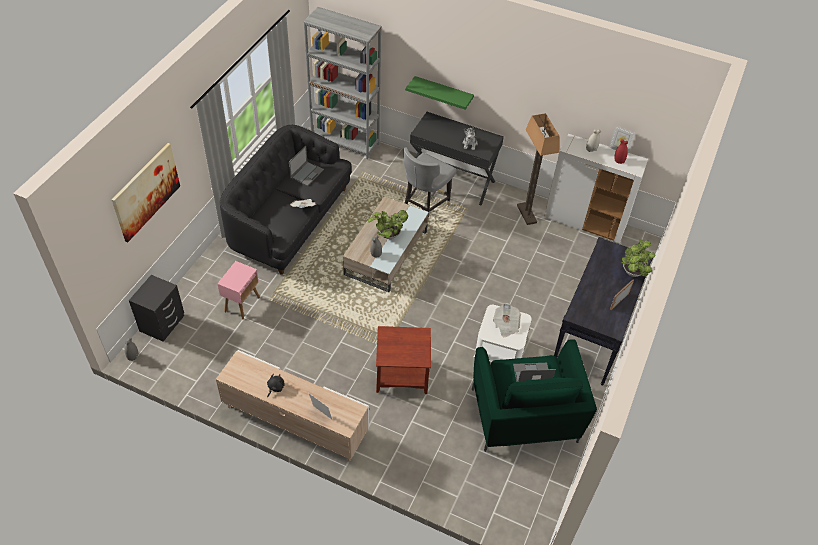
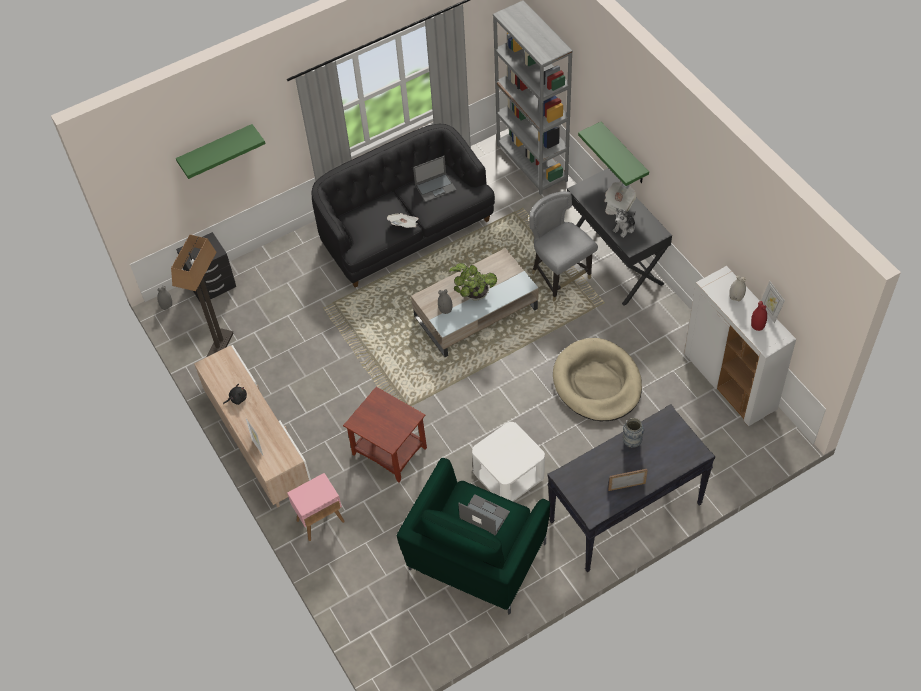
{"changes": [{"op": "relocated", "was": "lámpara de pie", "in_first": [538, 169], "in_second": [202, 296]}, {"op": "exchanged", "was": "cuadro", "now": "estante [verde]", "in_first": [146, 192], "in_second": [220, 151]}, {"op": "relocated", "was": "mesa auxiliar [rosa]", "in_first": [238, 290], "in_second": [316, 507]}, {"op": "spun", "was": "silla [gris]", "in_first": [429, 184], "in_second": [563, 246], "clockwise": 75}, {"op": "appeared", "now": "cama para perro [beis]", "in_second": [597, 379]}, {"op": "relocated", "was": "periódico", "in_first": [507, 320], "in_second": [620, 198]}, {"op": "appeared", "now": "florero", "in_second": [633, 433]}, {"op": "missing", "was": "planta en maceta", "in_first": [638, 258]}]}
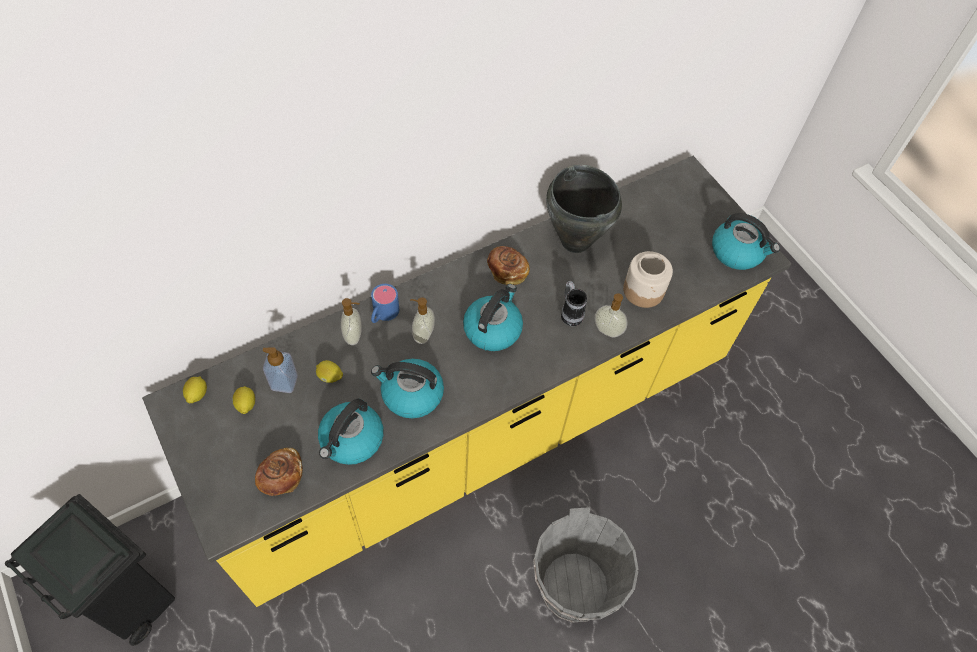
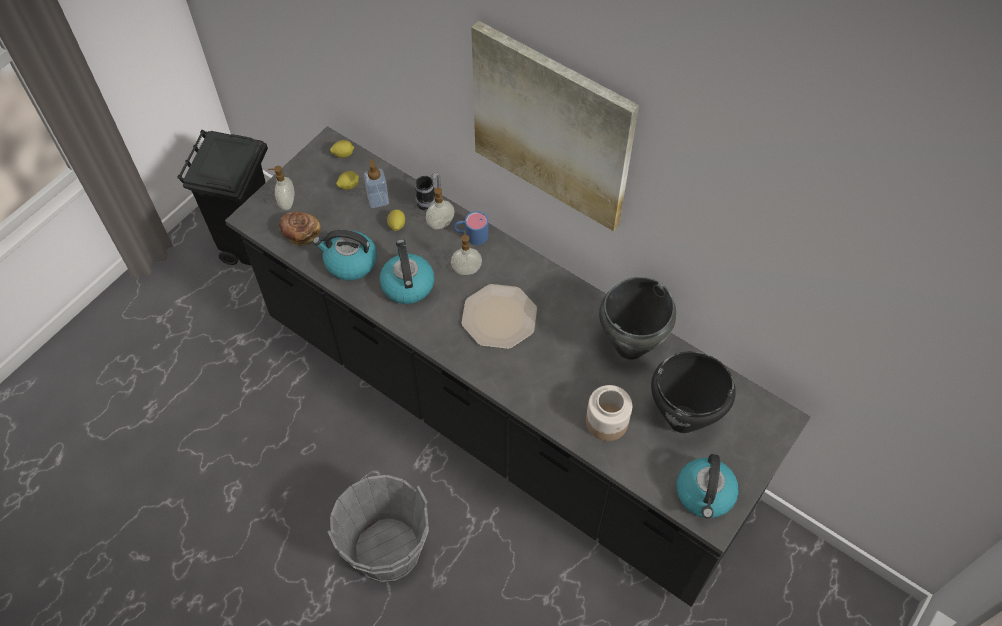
{"changes": [{"op": "colour", "was": "mueble bajo de cocina [amarillo]", "now": "mueble bajo de cocina [negro]", "in_first": [467, 381], "in_second": [517, 366]}, {"op": "relocated", "was": "dispensador de jabón", "in_first": [611, 315], "in_second": [281, 188]}, {"op": "relocated", "was": "taza grande", "in_first": [574, 303], "in_second": [428, 191]}, {"op": "exchanged", "was": "hervidor", "now": "plato", "in_first": [493, 317], "in_second": [499, 316]}, {"op": "appeared", "now": "cuadro", "in_second": [555, 126]}, {"op": "appeared", "now": "olla [negro]", "in_second": [693, 392]}, {"op": "missing", "was": "pan", "in_first": [508, 265]}]}
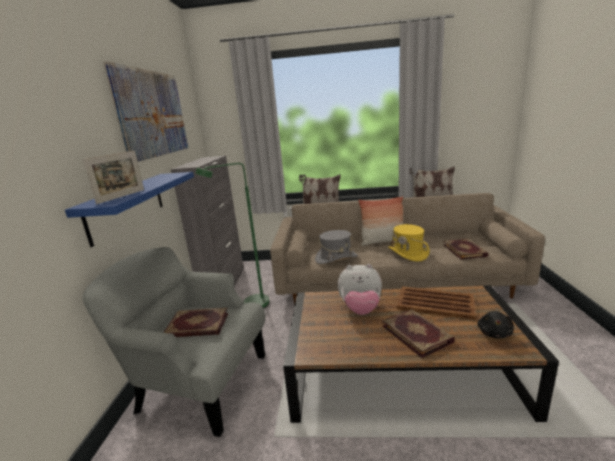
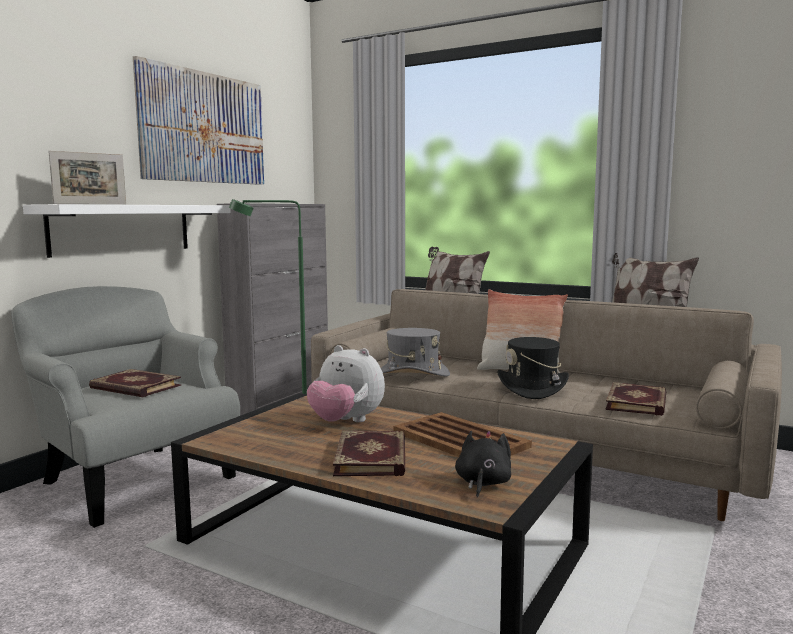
{"changes": [{"op": "colour", "was": "estante [azul]", "now": "estante [blanco]", "in_first": [129, 209], "in_second": [127, 231]}, {"op": "spun", "was": "peluche [negro]", "in_first": [495, 324], "in_second": [483, 464], "clockwise": 150}, {"op": "colour", "was": "sombrero [amarillo]", "now": "sombrero [negro]", "in_first": [408, 243], "in_second": [533, 368]}]}
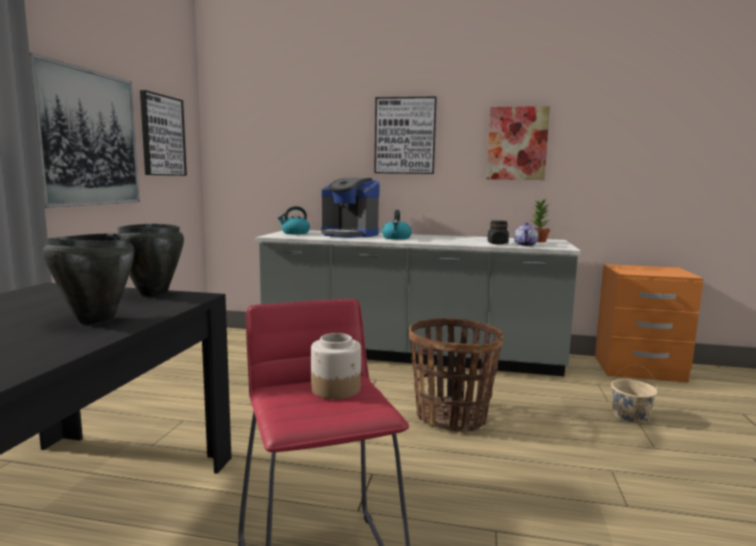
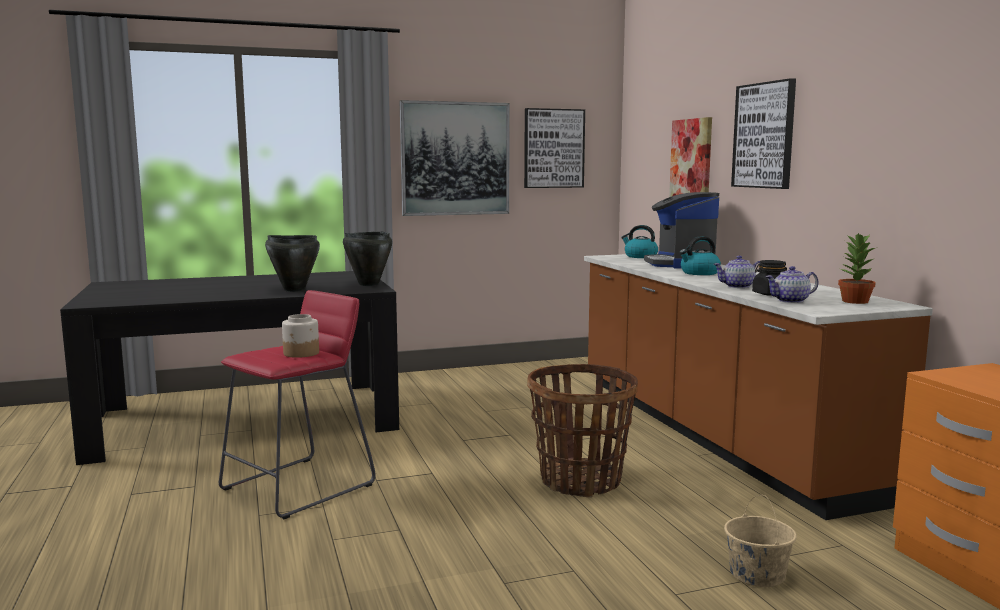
{"changes": [{"op": "colour", "was": "mueble bajo de cocina [gris]", "now": "mueble bajo de cocina [marrón]", "in_first": [418, 303], "in_second": [758, 386]}, {"op": "relocated", "was": "cuadro", "in_first": [518, 143], "in_second": [690, 157]}, {"op": "appeared", "now": "tetera", "in_second": [736, 271]}]}
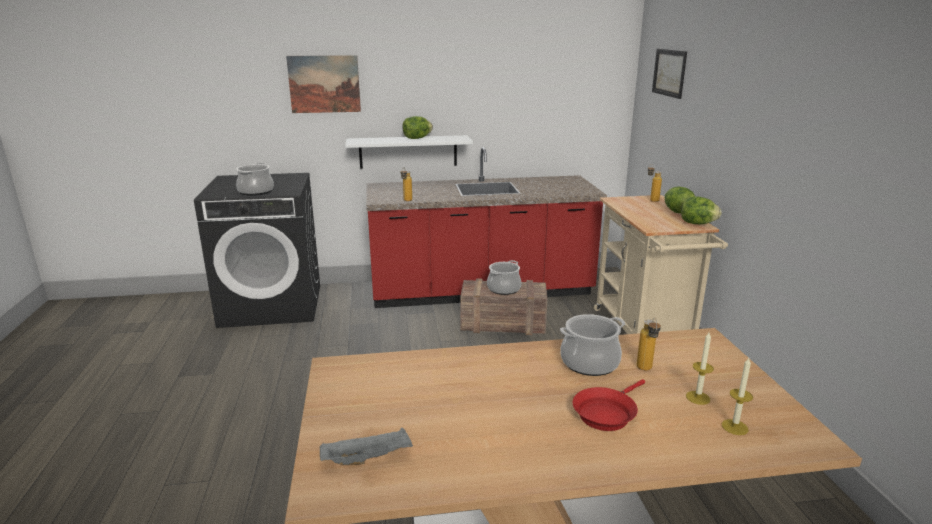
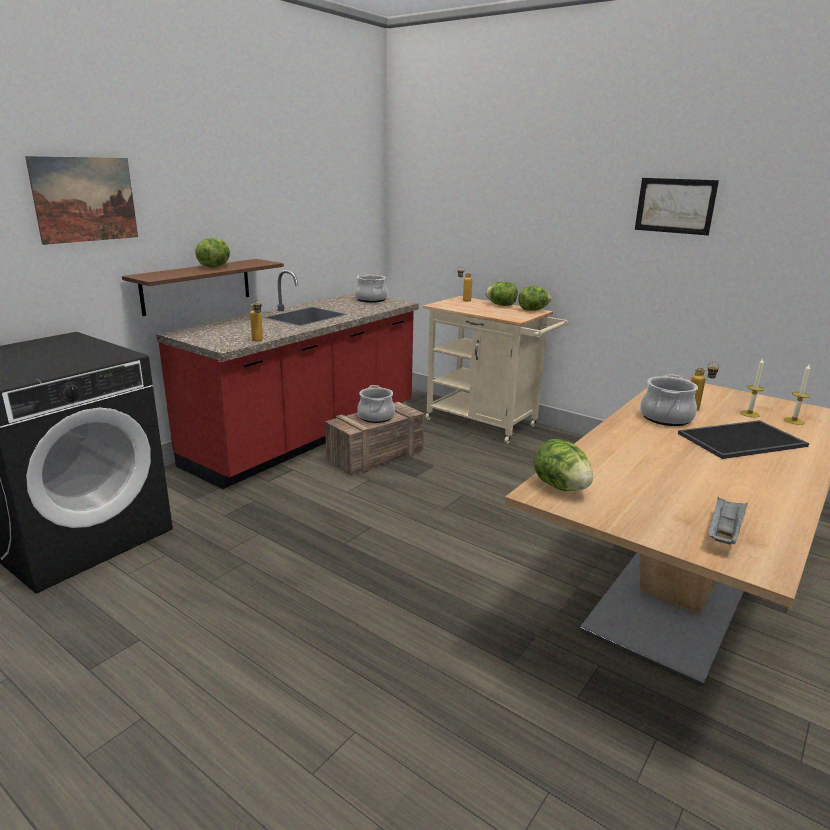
{"changes": [{"op": "colour", "was": "estante [blanco]", "now": "estante [marrón]", "in_first": [409, 152], "in_second": [203, 287]}, {"op": "relocated", "was": "olla", "in_first": [255, 179], "in_second": [371, 288]}, {"op": "appeared", "now": "lechuga", "in_second": [563, 465]}, {"op": "relocated", "was": "cuadro", "in_first": [669, 74], "in_second": [677, 206]}, {"op": "exchanged", "was": "sartén [rojo]", "now": "bandeja", "in_first": [609, 405], "in_second": [743, 439]}]}
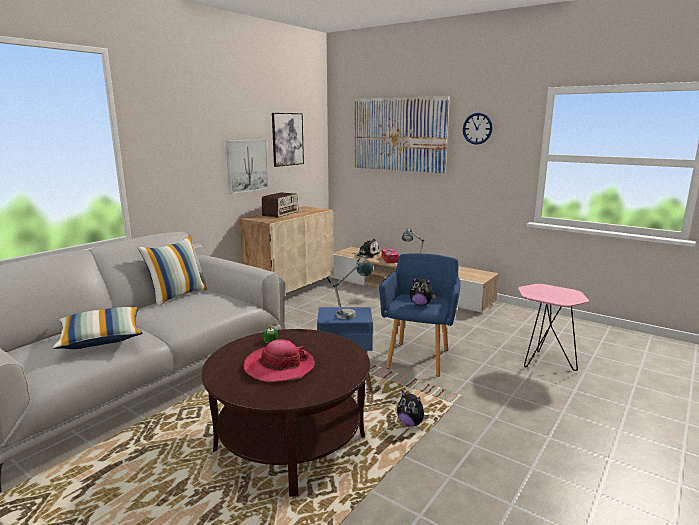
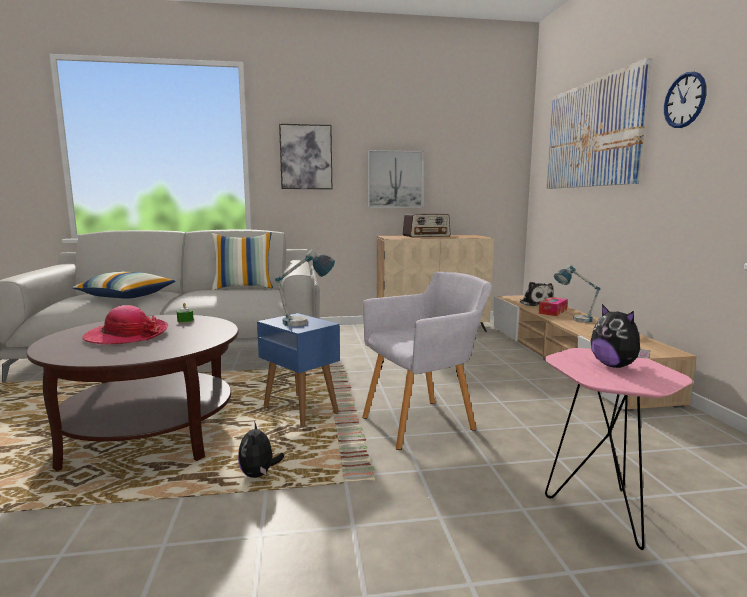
{"changes": [{"op": "relocated", "was": "cuadro", "in_first": [288, 140], "in_second": [305, 156]}, {"op": "colour", "was": "sillón [azul]", "now": "sillón [gris]", "in_first": [420, 315], "in_second": [427, 361]}, {"op": "relocated", "was": "peluche", "in_first": [423, 291], "in_second": [620, 336]}]}
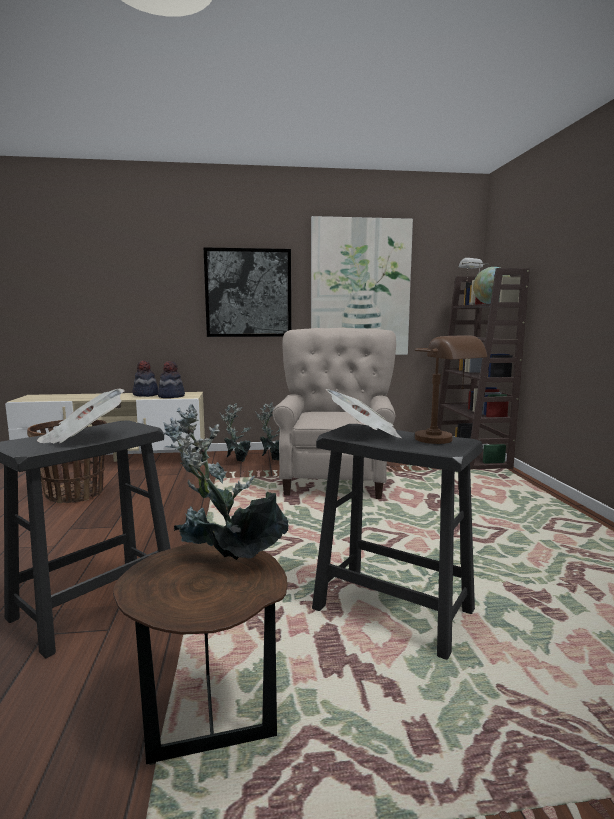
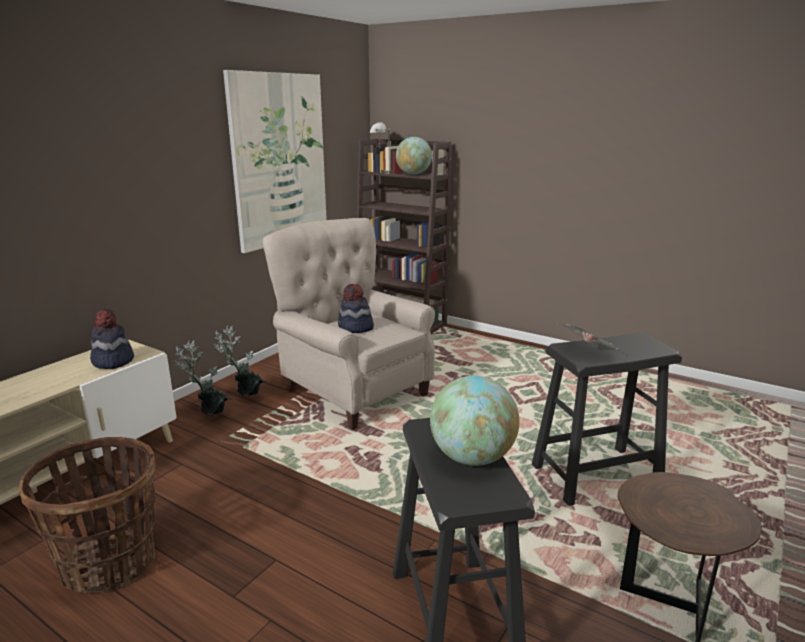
{"changes": [{"op": "relocated", "was": "sombrero", "in_first": [145, 378], "in_second": [356, 308]}, {"op": "exchanged", "was": "periódico", "now": "globo terráqueo", "in_first": [80, 416], "in_second": [474, 421]}, {"op": "missing", "was": "planta en maceta", "in_first": [225, 482]}, {"op": "missing", "was": "cuadro", "in_first": [247, 292]}, {"op": "missing", "was": "lámpara de mesa [marrón]", "in_first": [451, 389]}]}
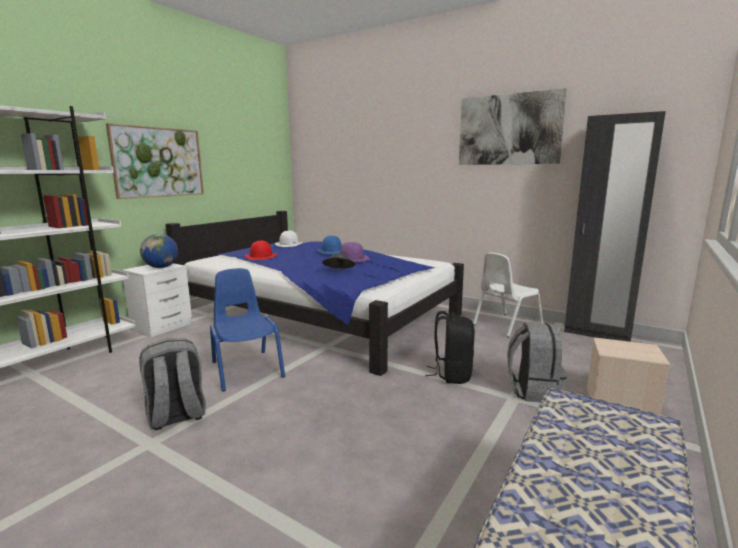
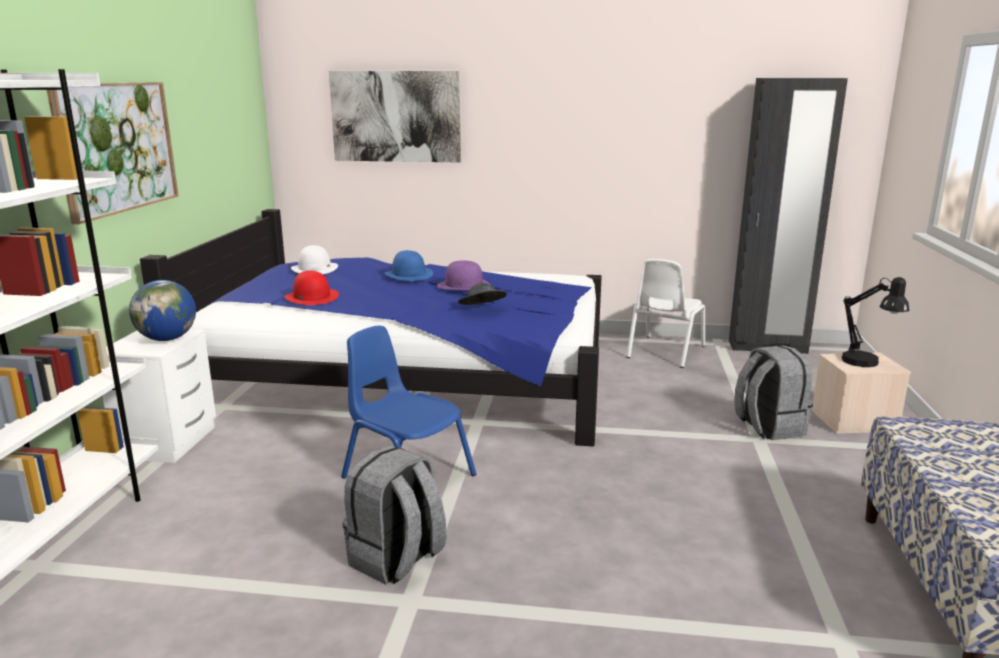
{"changes": [{"op": "relocated", "was": "cuadro", "in_first": [513, 126], "in_second": [395, 117]}, {"op": "appeared", "now": "lámpara de mesa [negro]", "in_second": [875, 322]}, {"op": "missing", "was": "mochila [negro]", "in_first": [450, 347]}]}
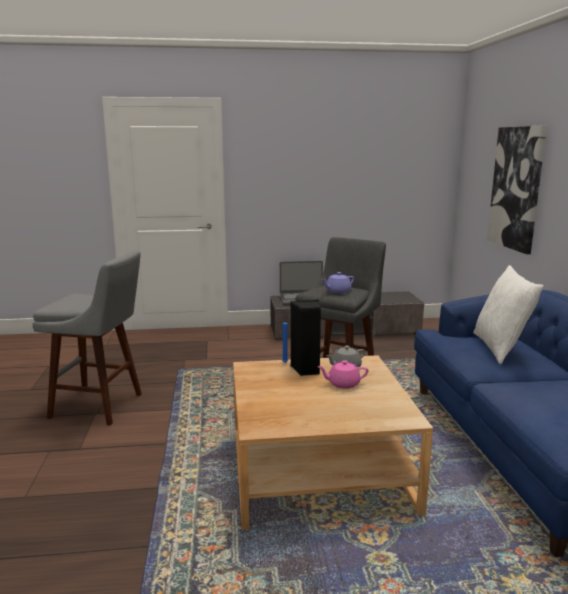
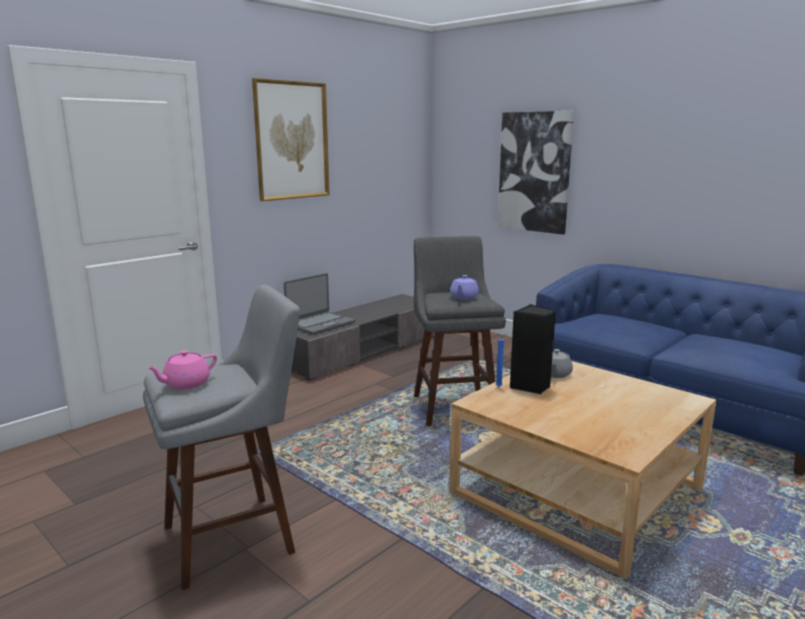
{"changes": [{"op": "relocated", "was": "tetera [rosa]", "in_first": [343, 374], "in_second": [182, 370]}, {"op": "appeared", "now": "cuadro", "in_second": [291, 139]}, {"op": "missing", "was": "cojín [blanco]", "in_first": [508, 314]}]}
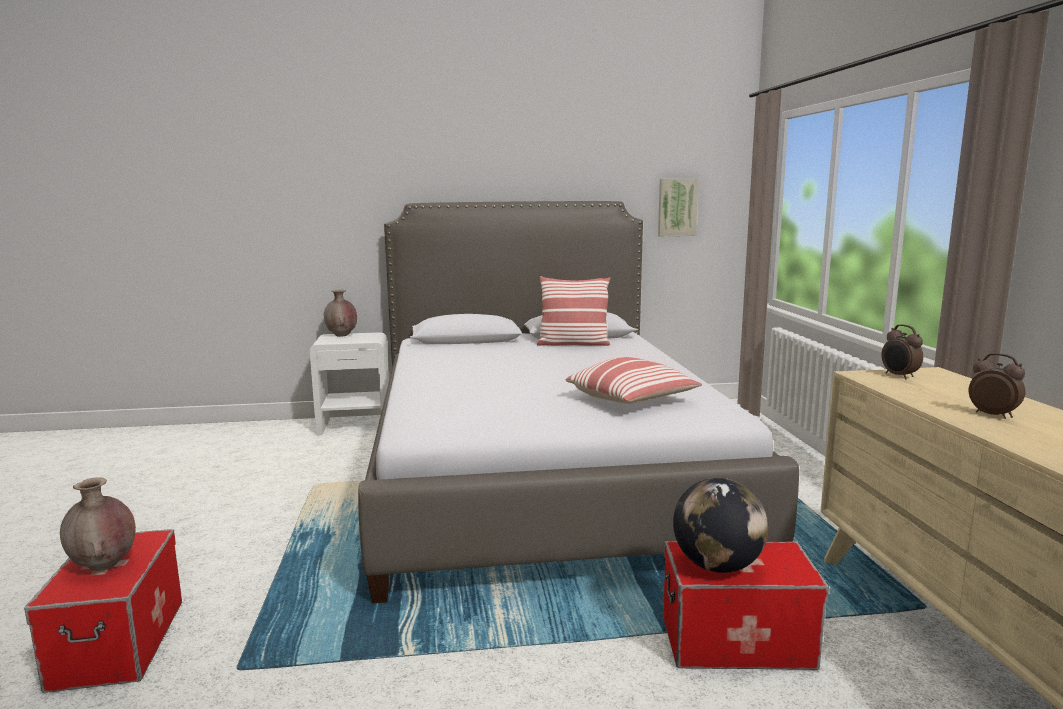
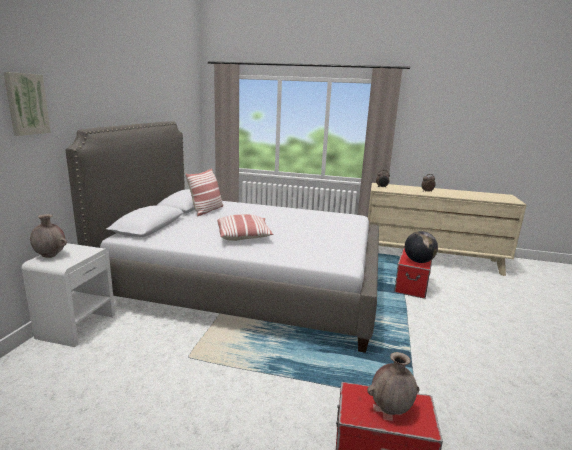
{"changes": [{"op": "relocated", "was": "cuadro", "in_first": [678, 207], "in_second": [27, 104]}, {"op": "relocated", "was": "cojín", "in_first": [634, 380], "in_second": [245, 227]}]}
